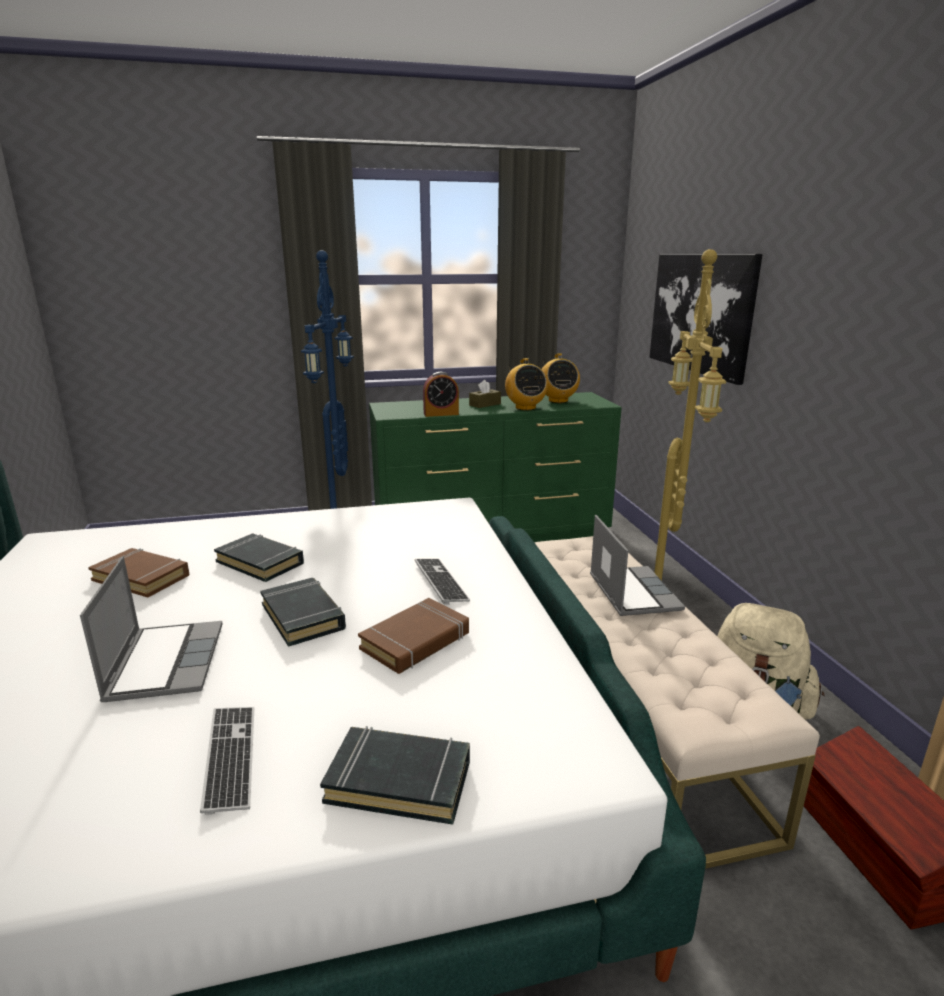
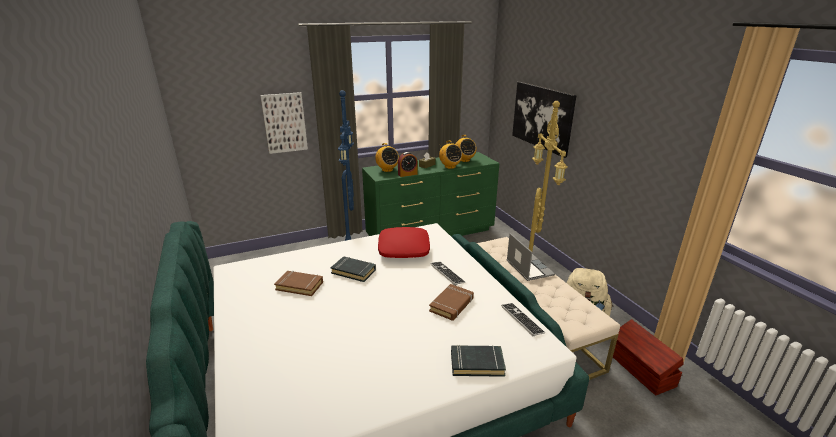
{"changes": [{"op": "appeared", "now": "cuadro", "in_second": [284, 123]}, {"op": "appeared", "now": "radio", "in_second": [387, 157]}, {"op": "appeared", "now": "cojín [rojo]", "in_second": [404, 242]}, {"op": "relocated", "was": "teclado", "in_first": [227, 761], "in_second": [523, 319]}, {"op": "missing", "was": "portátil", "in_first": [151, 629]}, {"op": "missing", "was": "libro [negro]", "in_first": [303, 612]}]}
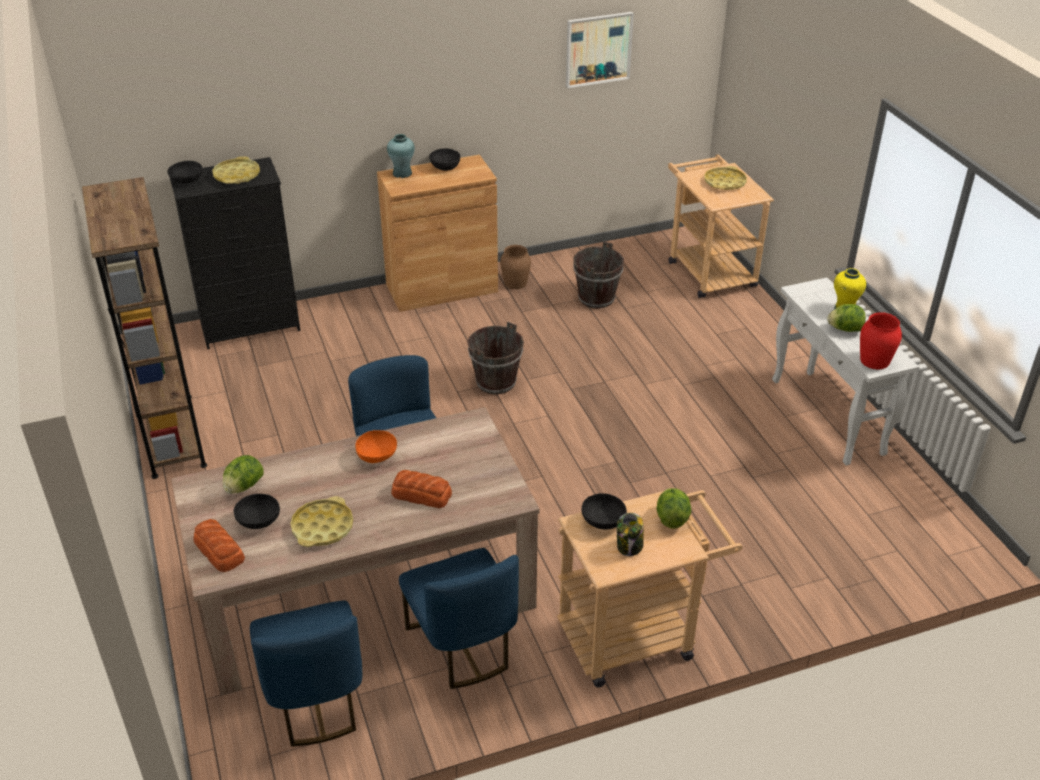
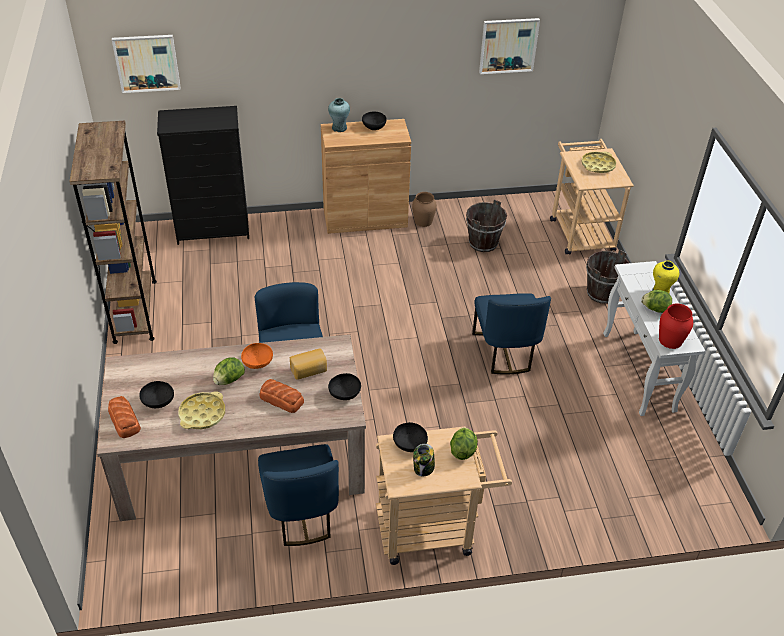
{"changes": [{"op": "appeared", "now": "cuadro", "in_second": [146, 64]}, {"op": "relocated", "was": "lechuga", "in_first": [243, 474], "in_second": [229, 371]}, {"op": "appeared", "now": "pan", "in_second": [308, 364]}, {"op": "relocated", "was": "cuenco [negro]", "in_first": [184, 172], "in_second": [344, 386]}, {"op": "relocated", "was": "silla [azul]", "in_first": [306, 673], "in_second": [511, 334]}, {"op": "relocated", "was": "cubo [marrón]", "in_first": [495, 358], "in_second": [608, 277]}, {"op": "missing", "was": "bandeja [amarillo]", "in_first": [236, 170]}]}
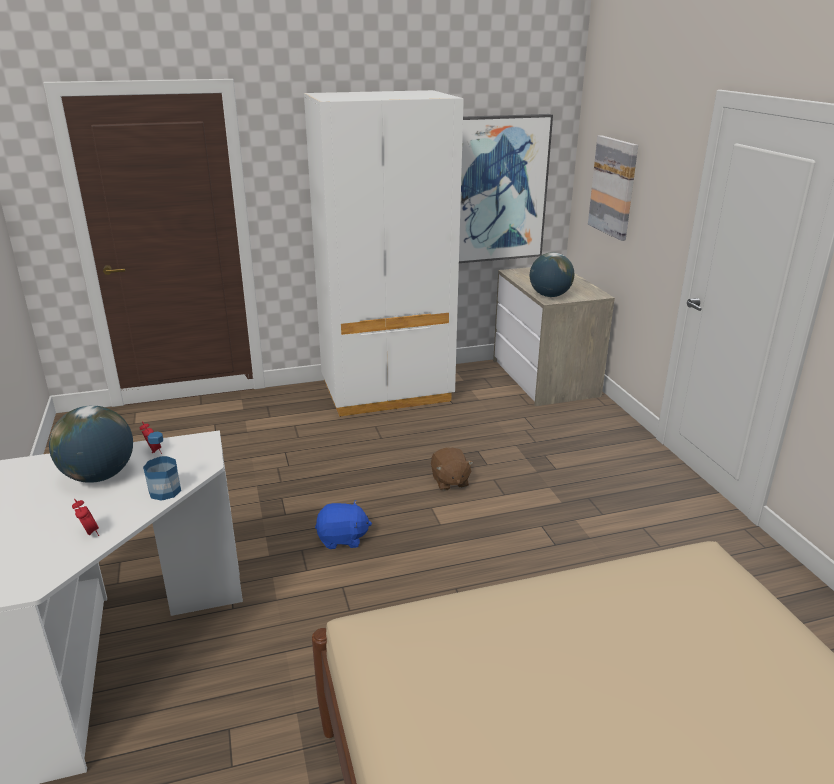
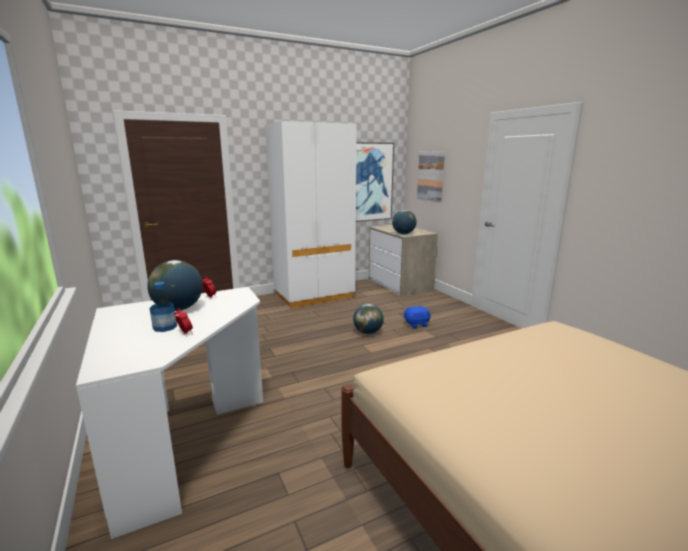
{"changes": [{"op": "relocated", "was": "botella", "in_first": [162, 466], "in_second": [163, 307]}, {"op": "exchanged", "was": "peluche [marrón]", "now": "globo terráqueo", "in_first": [452, 469], "in_second": [368, 319]}, {"op": "relocated", "was": "peluche [azul]", "in_first": [343, 524], "in_second": [417, 317]}]}
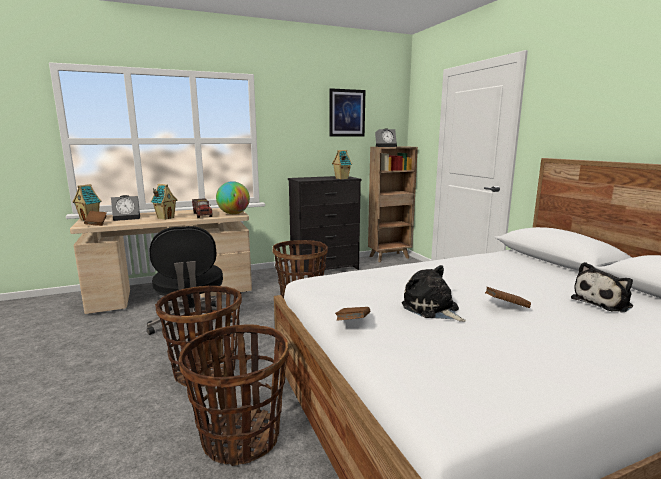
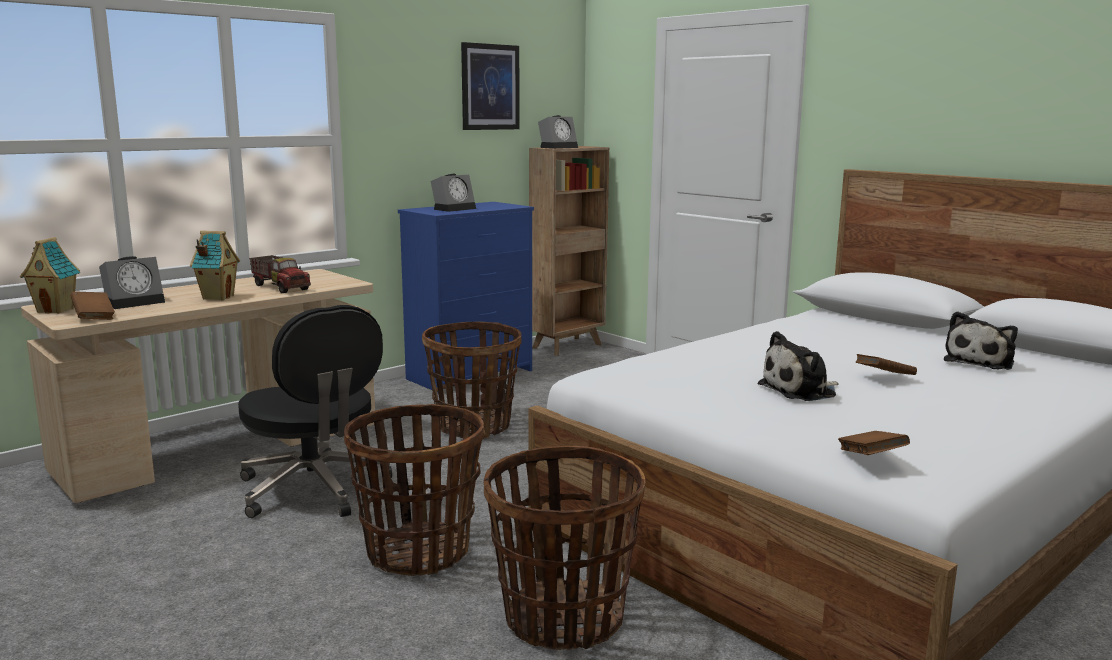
{"changes": [{"op": "colour", "was": "cómoda [negro]", "now": "cómoda [azul]", "in_first": [325, 224], "in_second": [466, 296]}, {"op": "appeared", "now": "despertador", "in_second": [453, 193]}, {"op": "spun", "was": "peluche", "in_first": [434, 293], "in_second": [798, 366], "clockwise": -60}, {"op": "relocated", "was": "libro [marrón]", "in_first": [352, 314], "in_second": [874, 443]}, {"op": "missing", "was": "globo terráqueo", "in_first": [233, 197]}, {"op": "missing", "was": "casita", "in_first": [342, 164]}]}
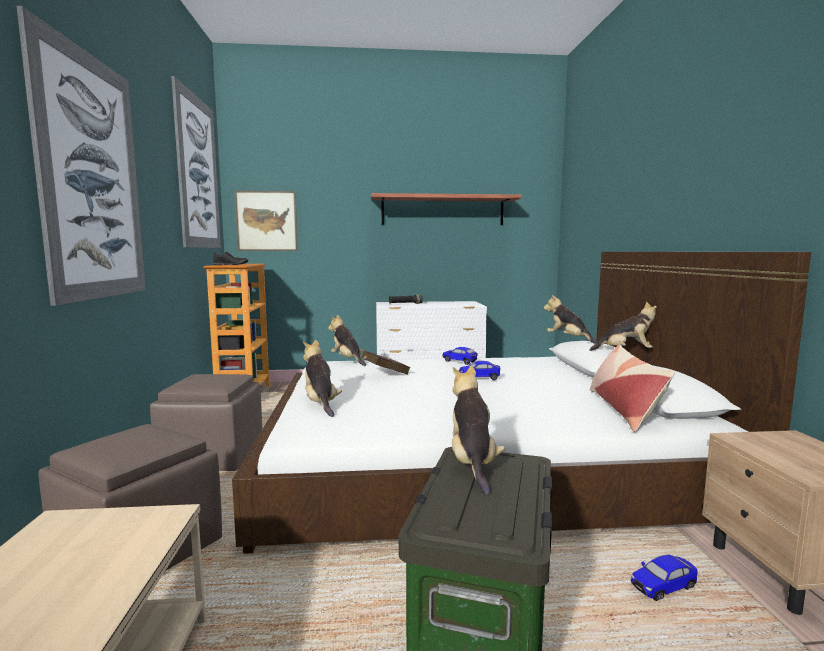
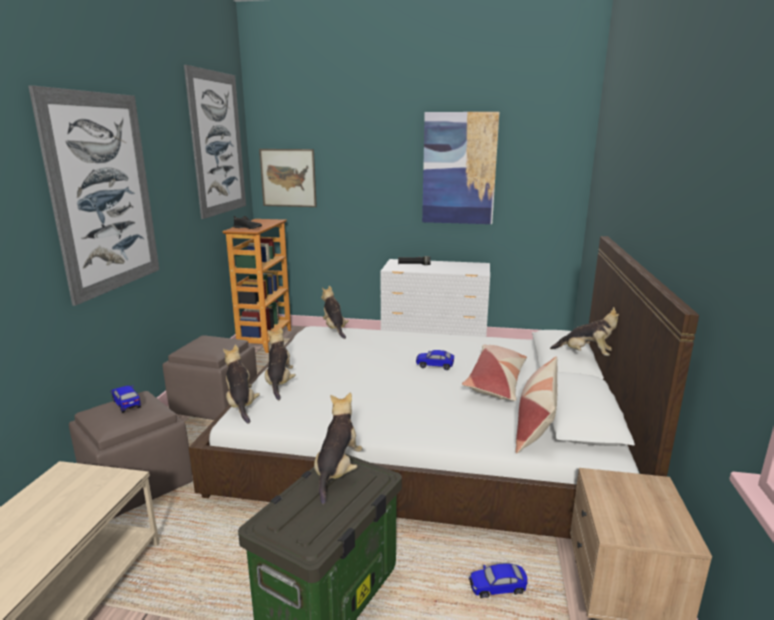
{"changes": [{"op": "relocated", "was": "coche de juguete", "in_first": [460, 356], "in_second": [126, 399]}, {"op": "relocated", "was": "peluche", "in_first": [570, 319], "in_second": [241, 384]}, {"op": "exchanged", "was": "estante", "now": "cuadro", "in_first": [446, 209], "in_second": [460, 168]}, {"op": "appeared", "now": "cojín", "in_second": [494, 372]}, {"op": "missing", "was": "libro [rojo]", "in_first": [384, 362]}]}
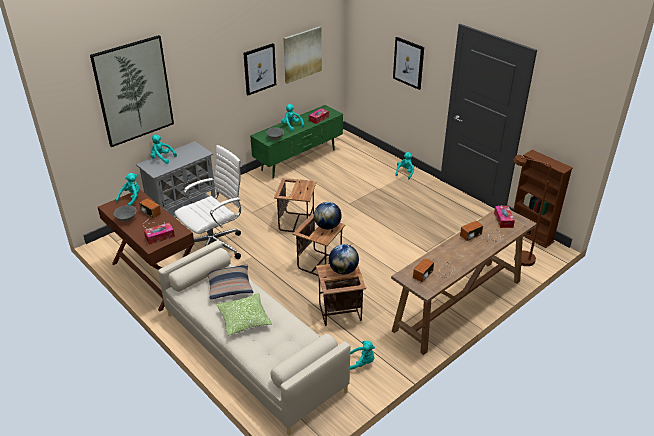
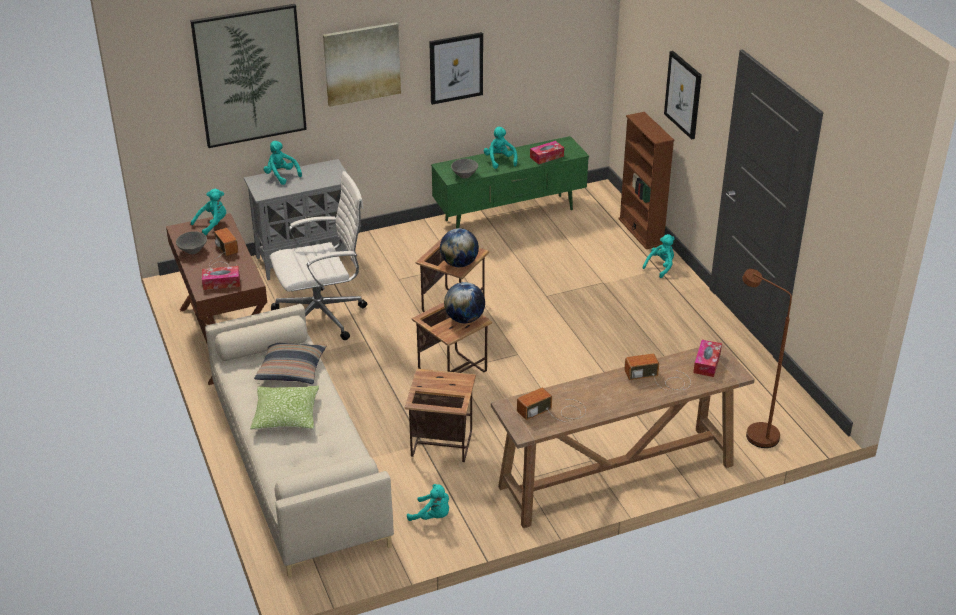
{"changes": [{"op": "relocated", "was": "cuadro", "in_first": [302, 55], "in_second": [362, 64]}, {"op": "relocated", "was": "globo terráqueo", "in_first": [344, 259], "in_second": [459, 247]}, {"op": "relocated", "was": "estantería [marrón]", "in_first": [543, 199], "in_second": [646, 180]}]}
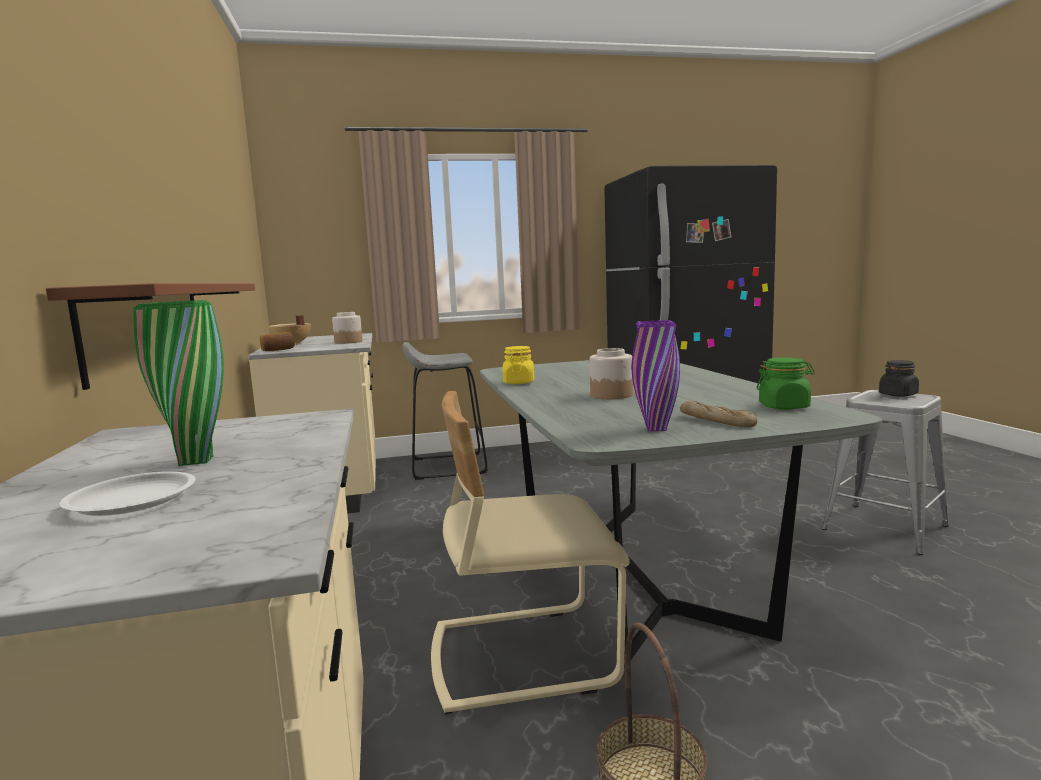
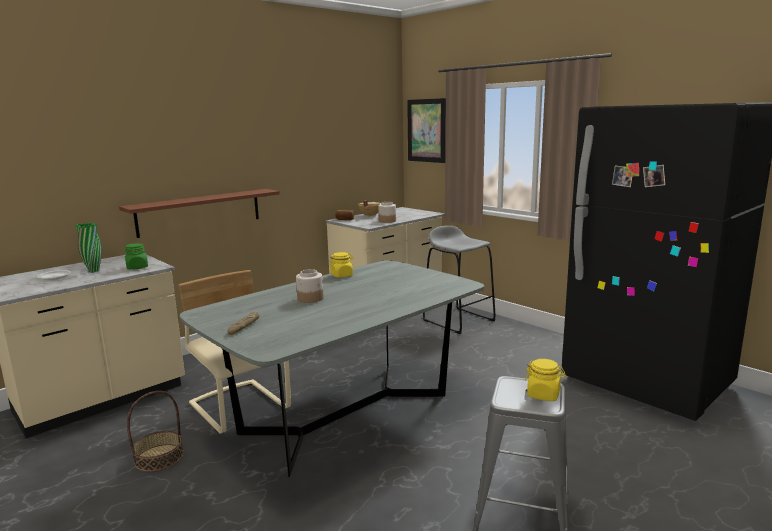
{"changes": [{"op": "relocated", "was": "tarro [verde]", "in_first": [785, 383], "in_second": [136, 256]}, {"op": "appeared", "now": "cuadro", "in_second": [426, 130]}, {"op": "colour", "was": "tarro [negro]", "now": "tarro [amarillo]", "in_first": [899, 378], "in_second": [545, 380]}, {"op": "missing", "was": "florero [morado]", "in_first": [656, 375]}]}
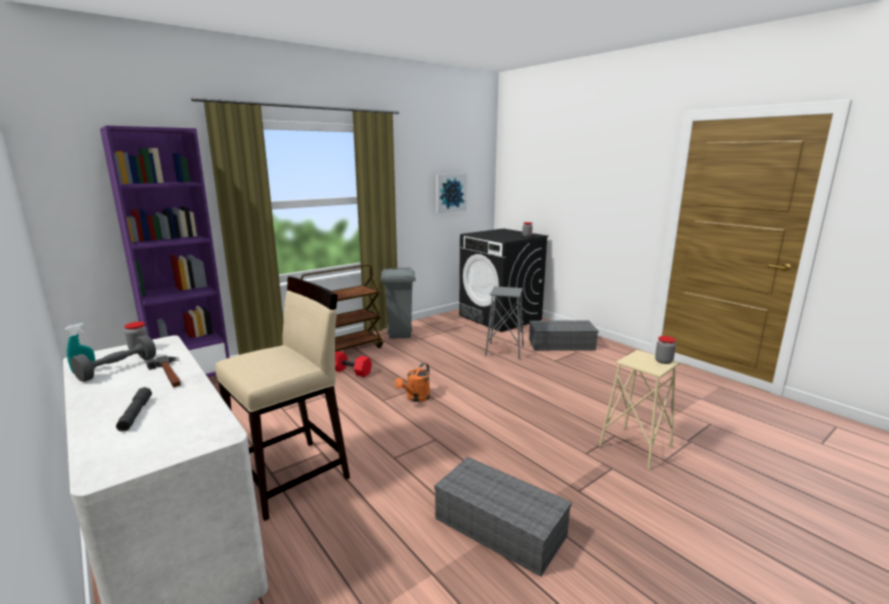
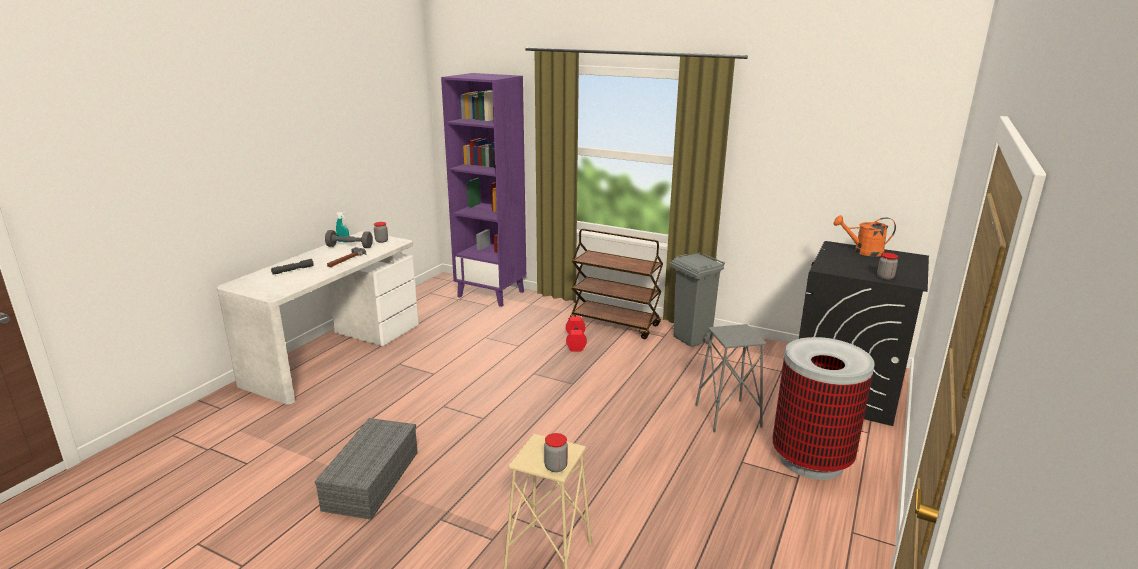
{"changes": [{"op": "exchanged", "was": "caja de almacenaje [gris]", "now": "papelera", "in_first": [564, 336], "in_second": [823, 408]}, {"op": "relocated", "was": "regadera [naranja]", "in_first": [412, 382], "in_second": [865, 236]}, {"op": "missing", "was": "taburete [beis]", "in_first": [282, 399]}, {"op": "missing", "was": "cuadro", "in_first": [451, 193]}]}
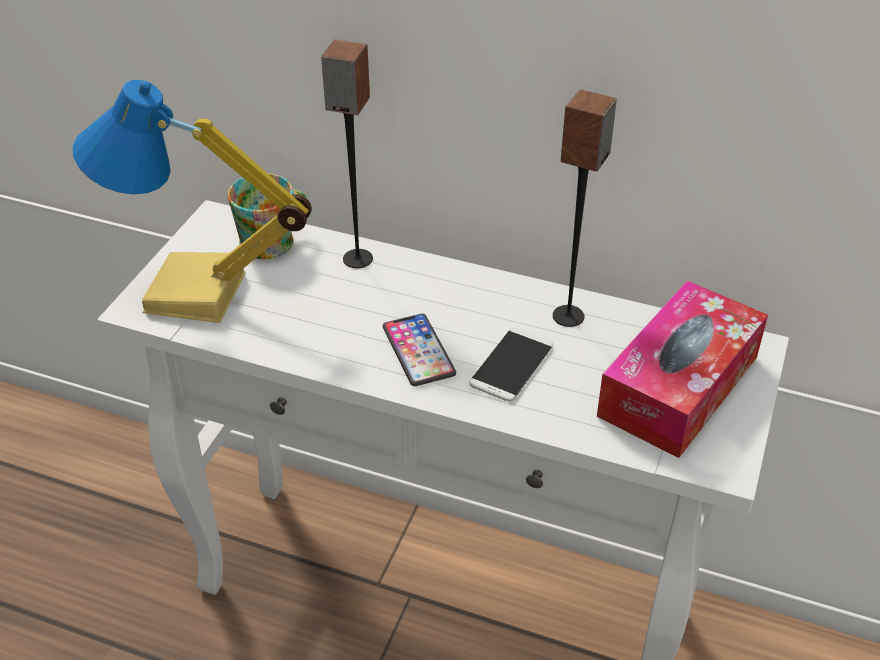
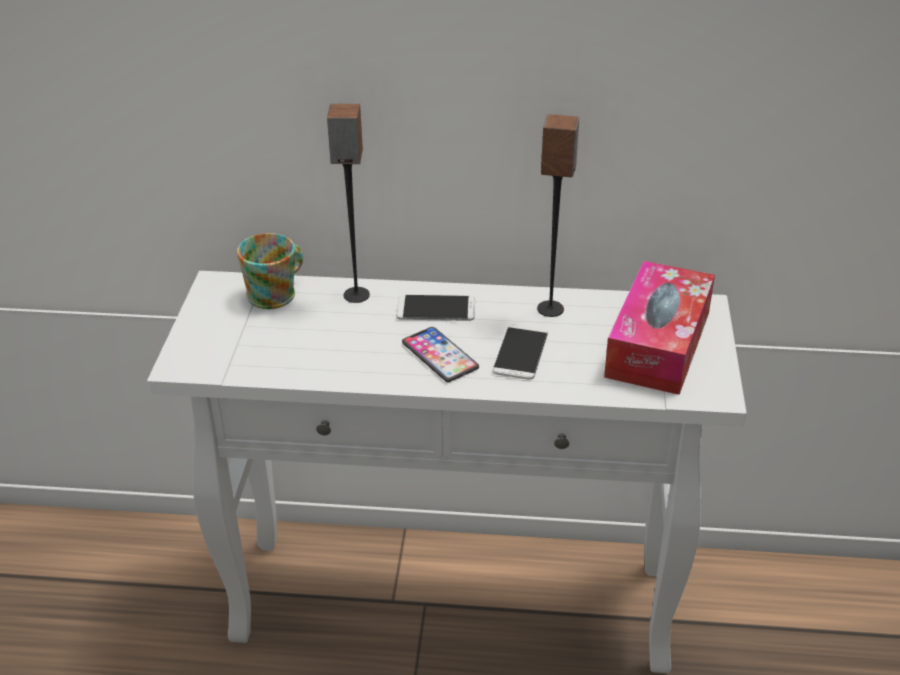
{"changes": [{"op": "appeared", "now": "móvil", "in_second": [436, 308]}, {"op": "missing", "was": "lámpara de mesa", "in_first": [192, 201]}]}
